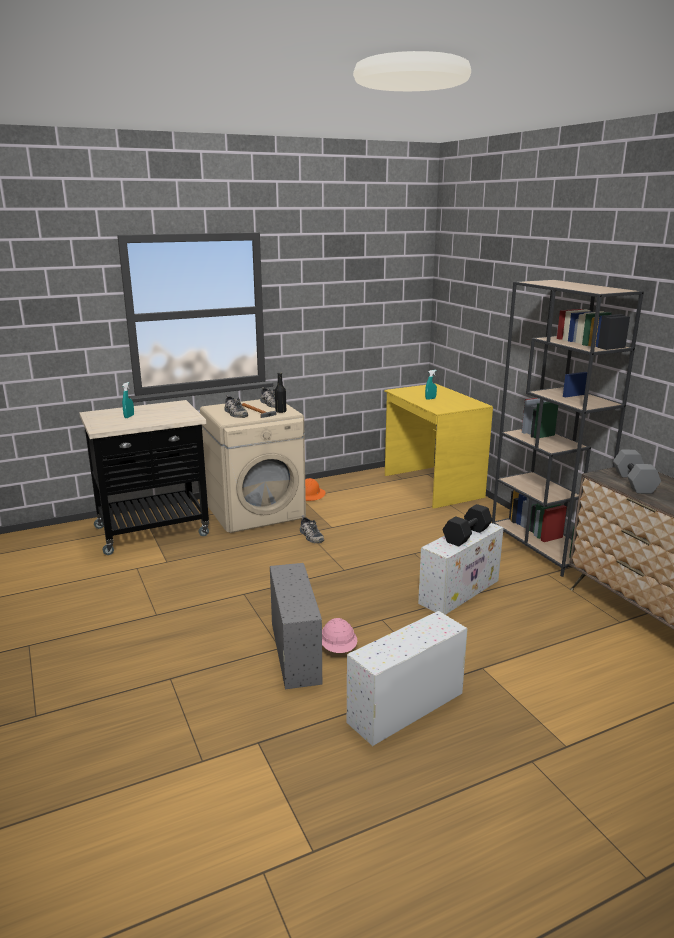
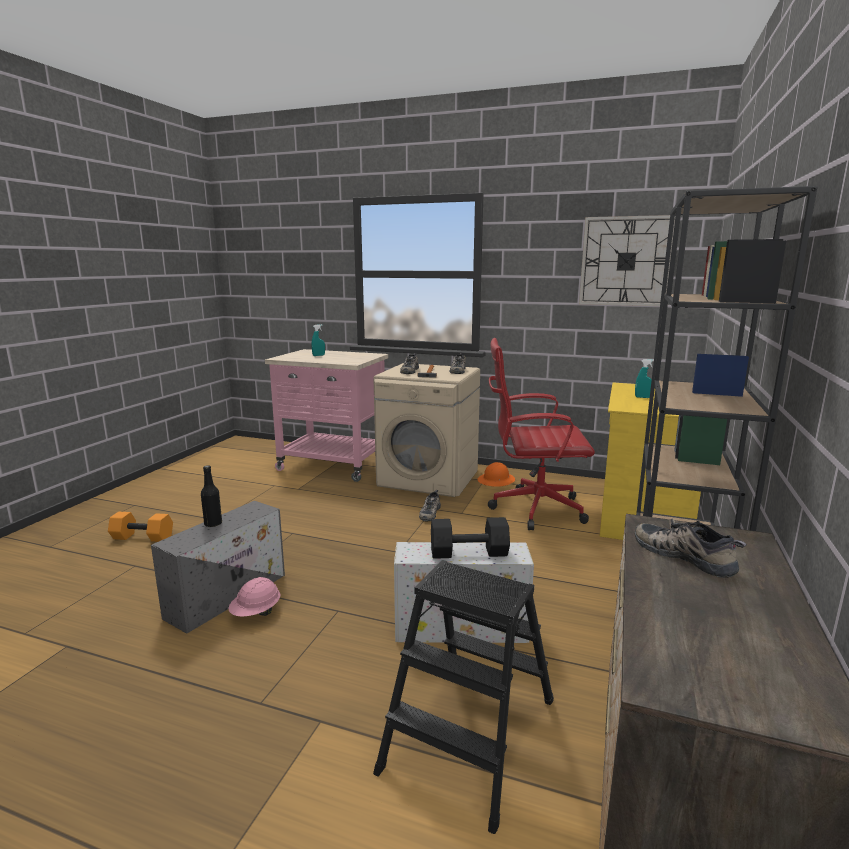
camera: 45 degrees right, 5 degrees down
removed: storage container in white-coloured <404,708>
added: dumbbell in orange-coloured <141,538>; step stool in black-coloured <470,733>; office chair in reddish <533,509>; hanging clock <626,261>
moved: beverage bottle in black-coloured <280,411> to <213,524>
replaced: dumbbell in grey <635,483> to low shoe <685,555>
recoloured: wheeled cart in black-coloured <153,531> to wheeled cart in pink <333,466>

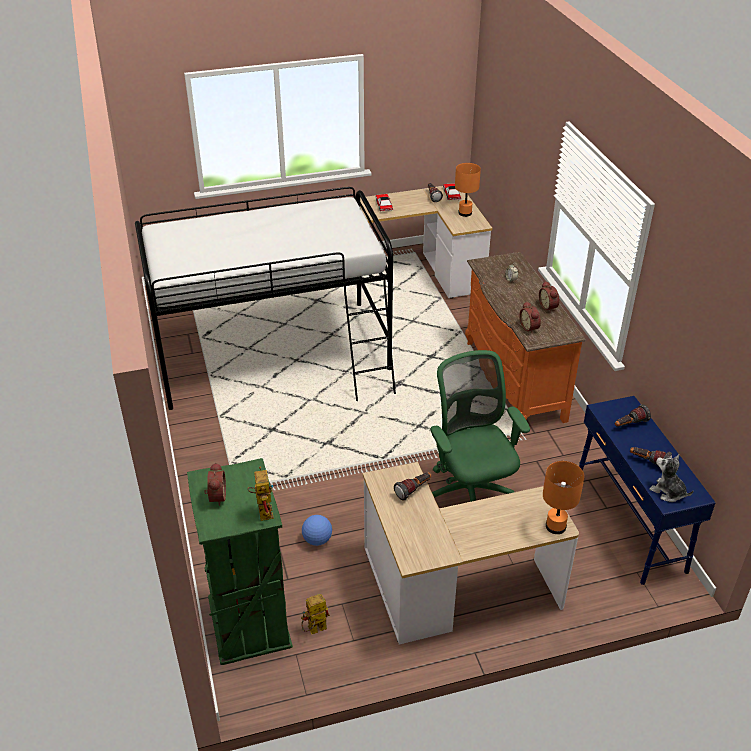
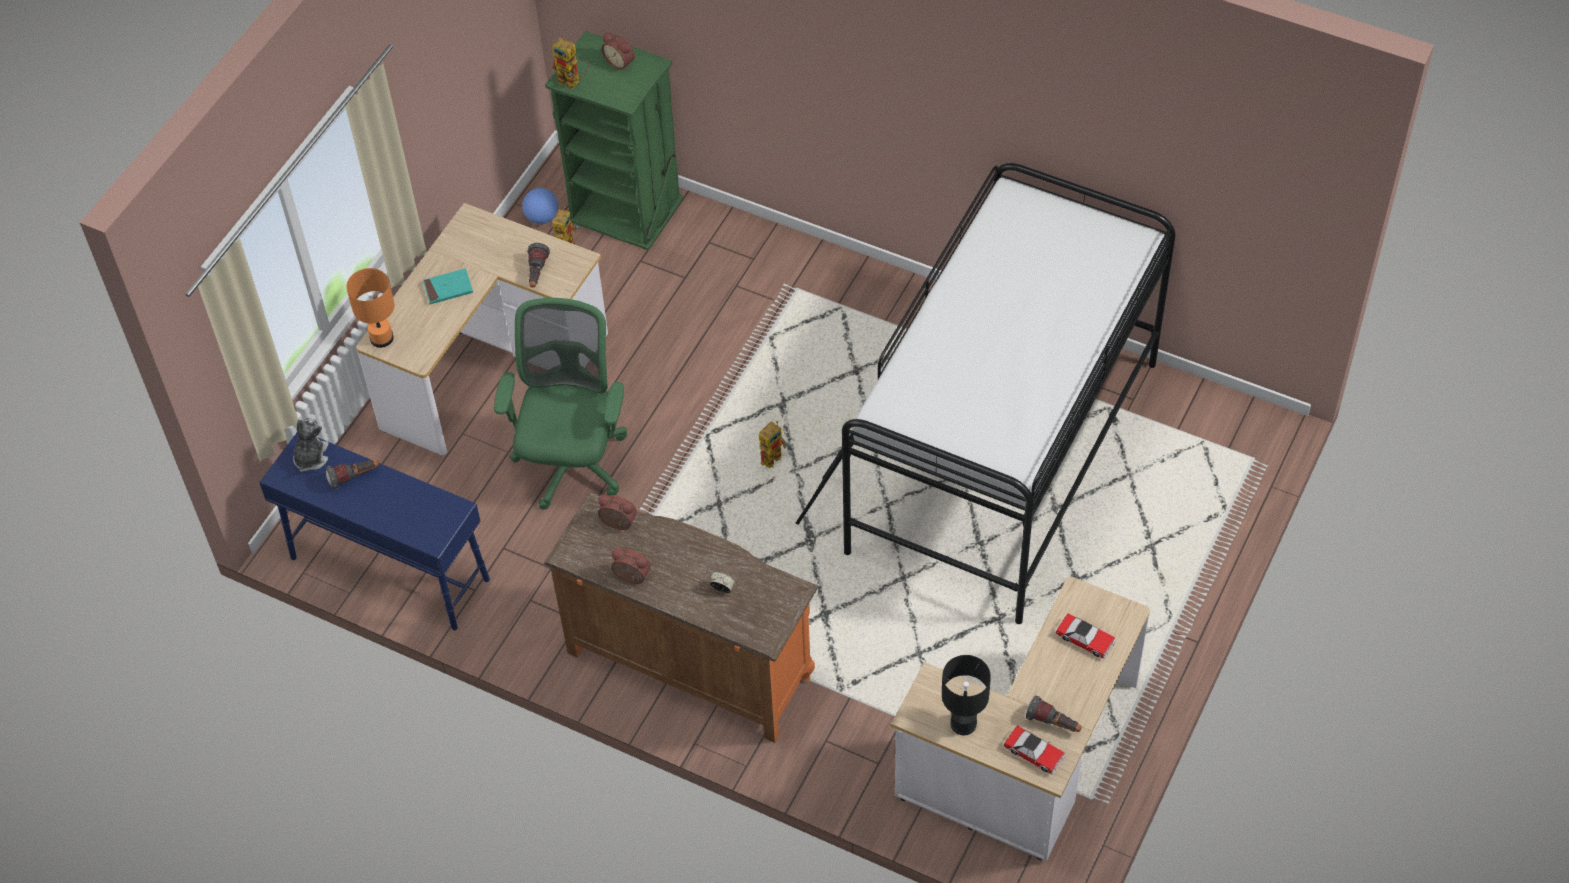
camera: 135 degrees right, 15 degrees up
removed: hand torch <629,424>
added: book in blue-green <448,288>; robot figure <773,456>
moved: football <317,540> to <542,218>
recoloured: tabletop lamp in orange-coloured <465,213> to tabletop lamp in black-coloured <962,724>
turned: soft toy <668,492> = <311,457> 75 degrees counterclockwise; office chair in green <471,496> = <573,469> 105 degrees counterclockwise

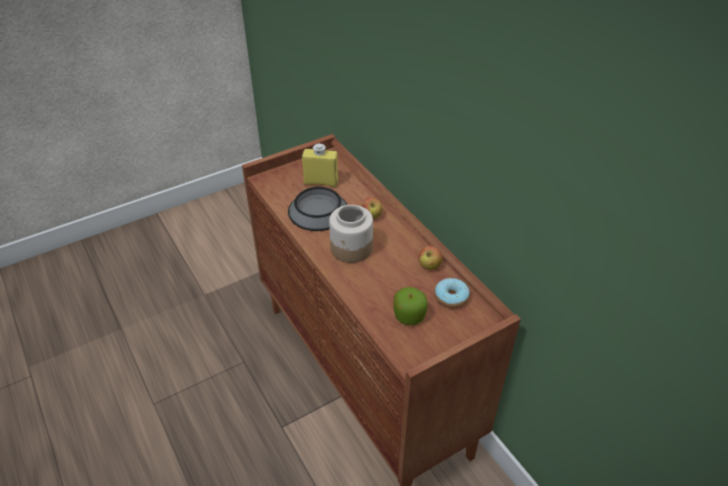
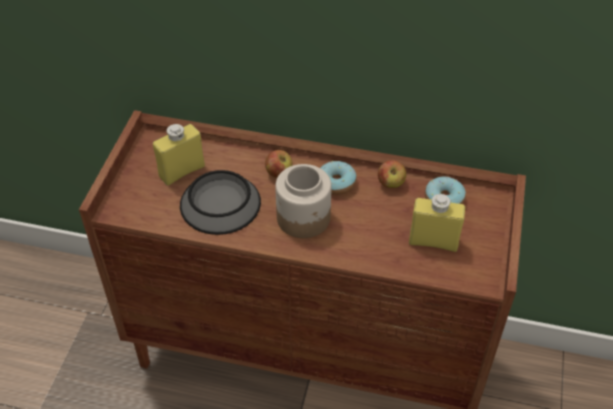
camera: 45 degrees left, 5 degrees up
added: doughnut <336,183>
replaced: whole apple <409,315> to beverage bottle in yellow-coloured <433,241>

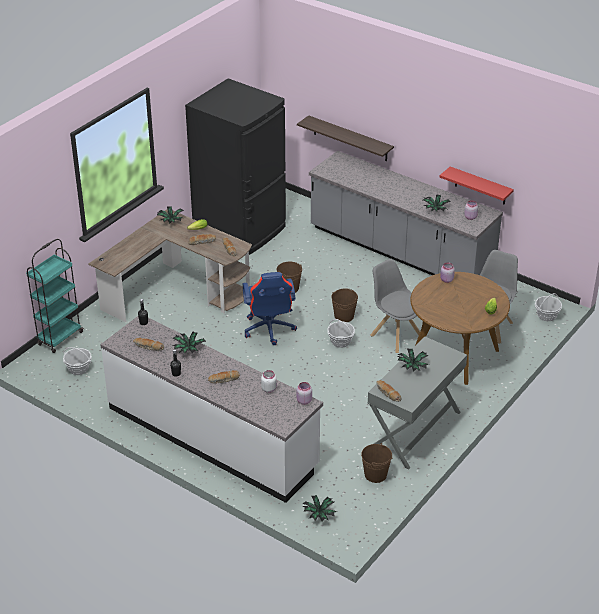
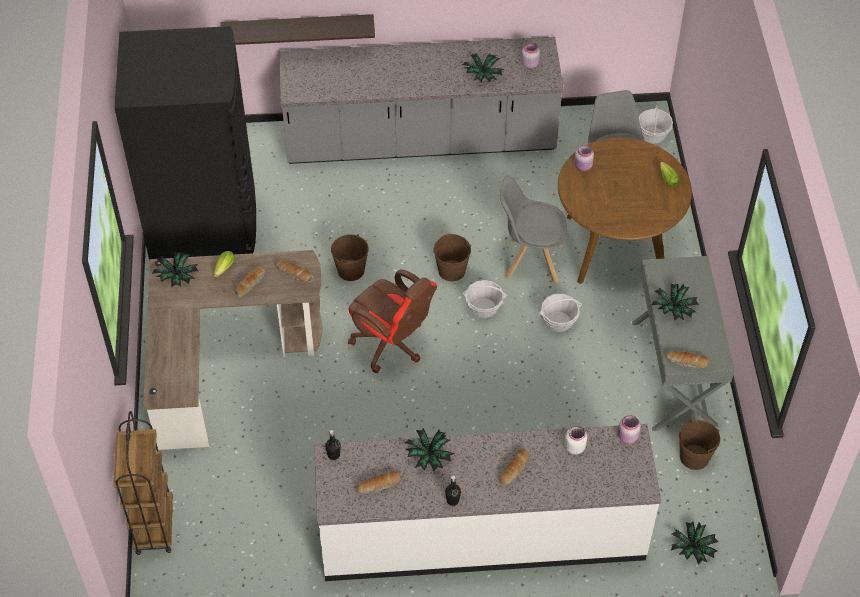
camera: 40 degrees left, 15 degrees up
removed: wall shelf in reddish <480,186>
moved: household basket <78,369> to <558,321>
recoloured: wheeled cart in blue-green <60,339> to wheeled cart in brown-coloured <154,527>; office chair in blue-coloured <269,332> to office chair in brown-coloured <392,347>

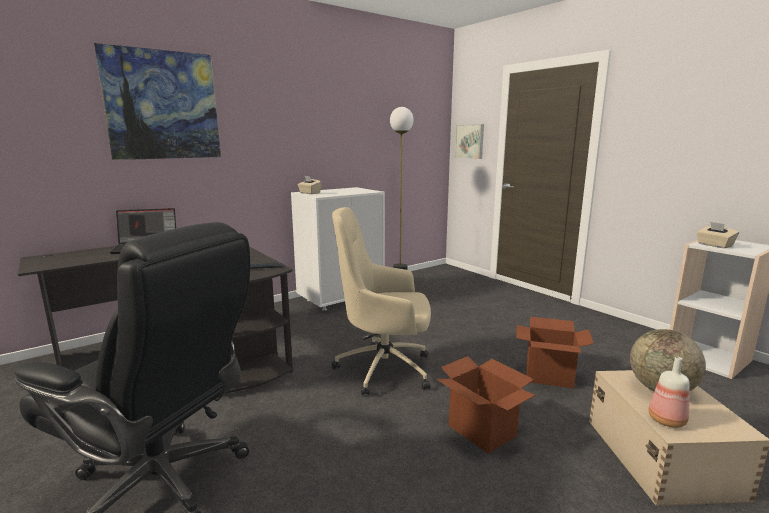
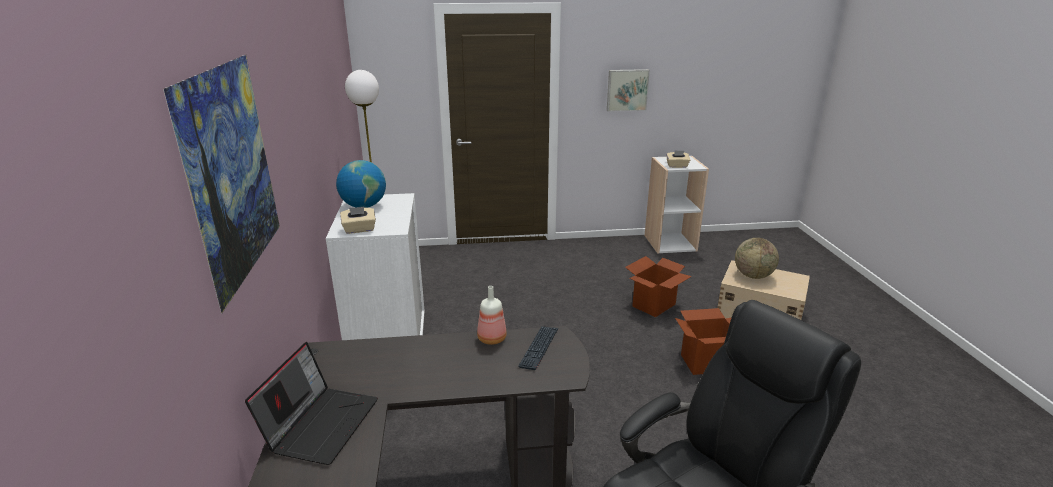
camera: 60 degrees left, 10 degrees up
removed: office chair in beige <384,370>
added: world globe <364,206>
moved: beverage bottle <666,419> to <491,338>; wall picture <470,141> to <627,90>

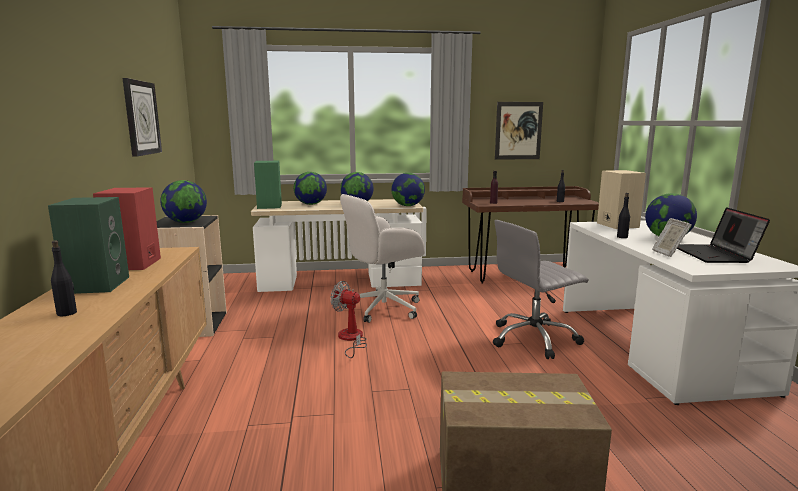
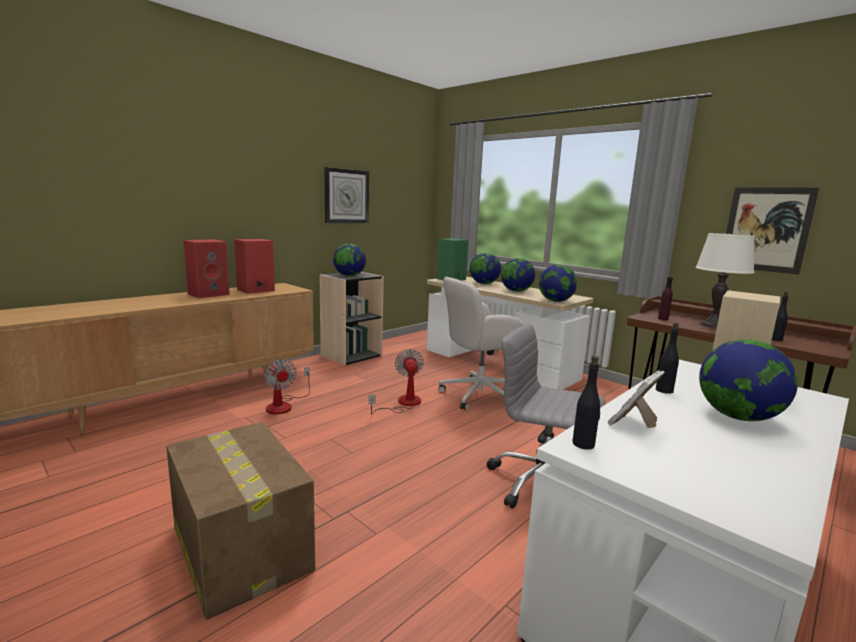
camera: 50 degrees right, 0 degrees up
removed: portable computer <715,255>
added: cooling fan <284,405>; tabletop lamp in white-coloured <713,325>
moved: beverage bottle in black-coloured <67,313> to <583,444>
recoloured: speaker in green <97,284> to speaker in reddish <209,294>
turned: office chair in white-coloured <384,308> = <479,395> 45 degrees counterclockwise

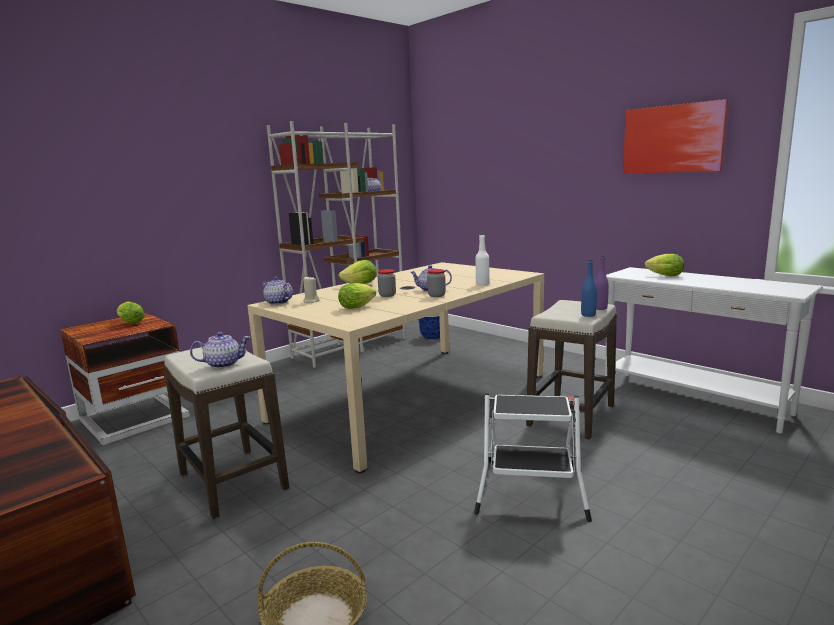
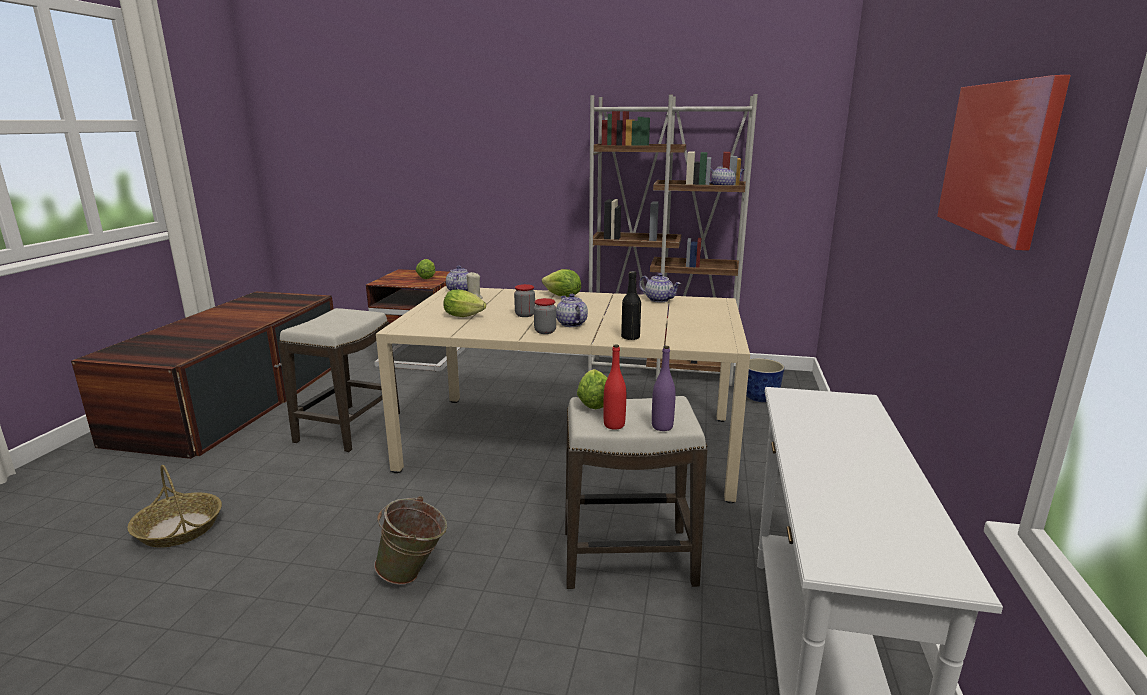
camera: 55 degrees right, 5 degrees up
moved: lettuce <663,276> to <593,402>; teapot <223,364> to <659,300>
replaced: step stool <530,489> to water bucket in green <414,575>
recoloured: beverage bottle in blue-coloured <588,315> to beverage bottle in reddish <614,425>; beverage bottle in white-coloured <482,284> to beverage bottle in black-coloured <630,337>

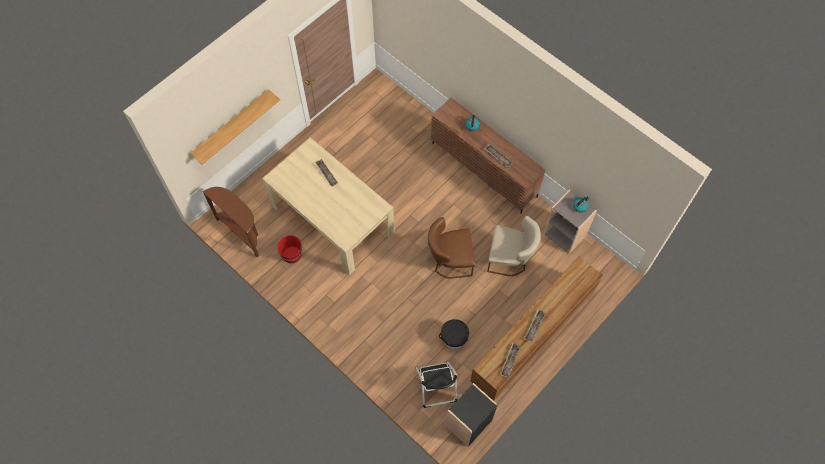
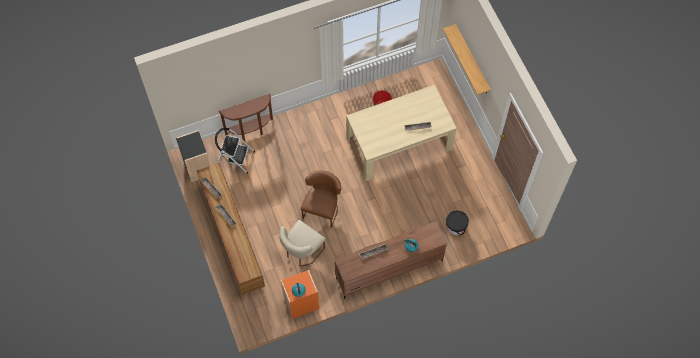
camera: 115 degrees right, 0 degrees up
moved: hall table in brown-coloured <242,233> to <251,131>; water bucket in black-coloured <454,339> to <455,227>
recoloured: bookshelf in grey <565,234> to bookshelf in orange-coloured <301,303>

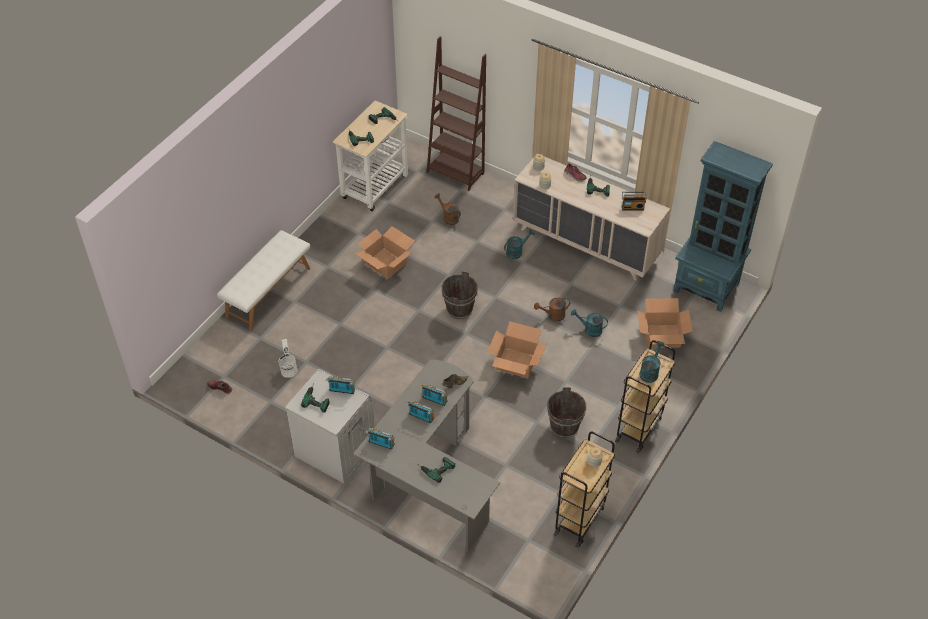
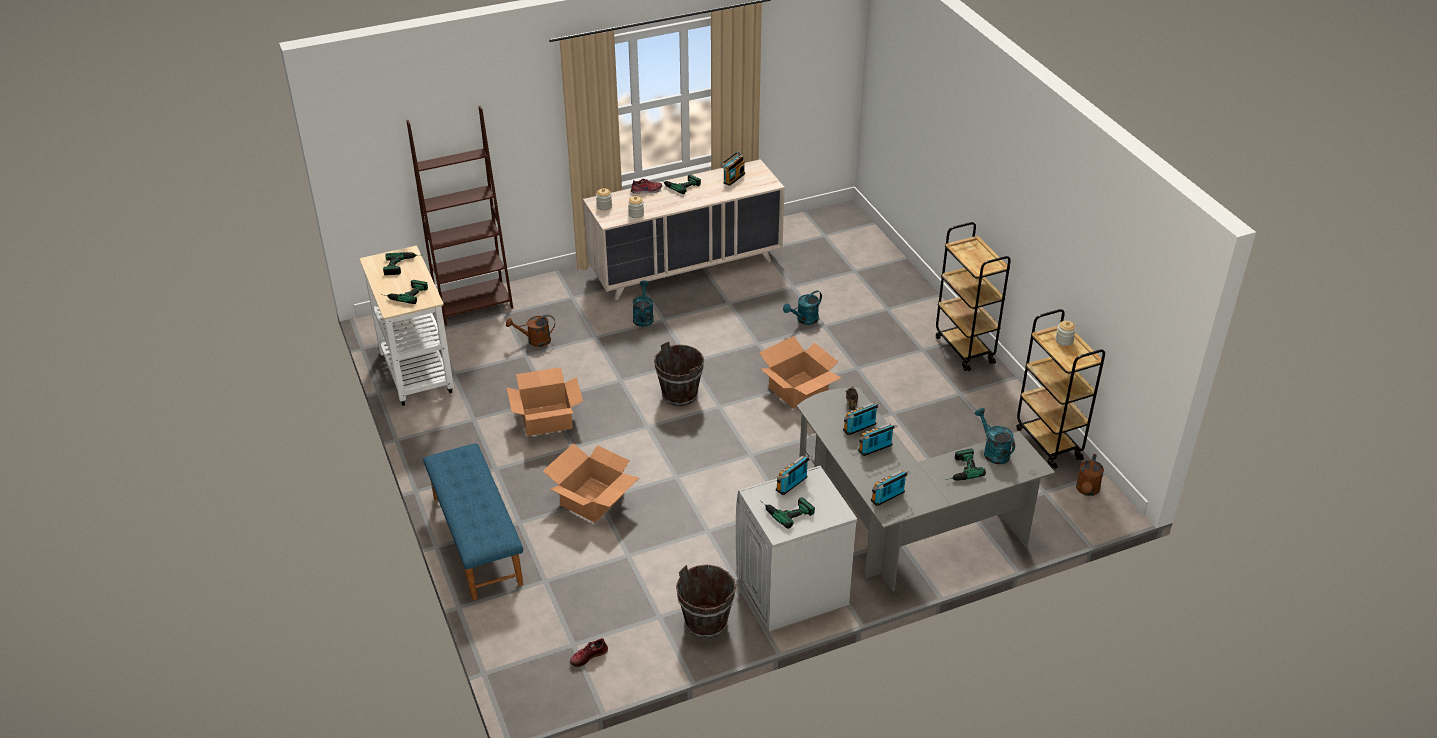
camera: 55 degrees left, 10 degrees down
removed: water bucket in white-coloured <288,368>; cabinet in blue-coloured <706,288>
moved: packing box <662,336> to <593,500>; water bucket in brown-coloured <564,427> to <706,623>; sprinkling can in blue-green <650,371> to <993,451>; sprinkling can in brown-coloured <553,316> to <1087,490>
recoloured: bench in white-coloured <268,292> to bench in blue-coloured <476,540>

